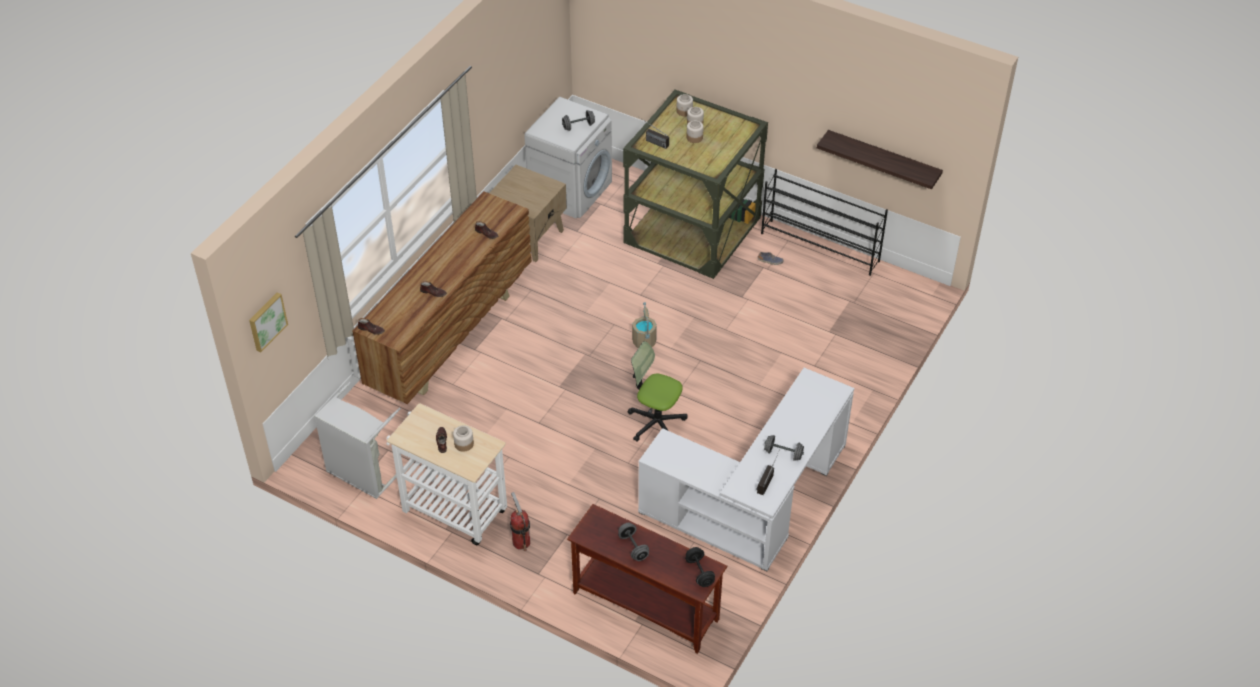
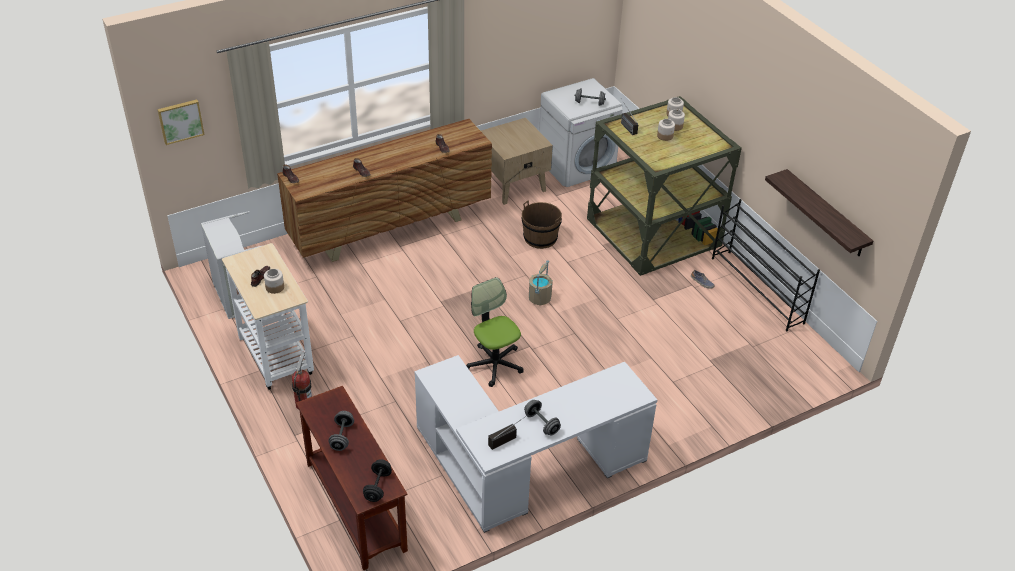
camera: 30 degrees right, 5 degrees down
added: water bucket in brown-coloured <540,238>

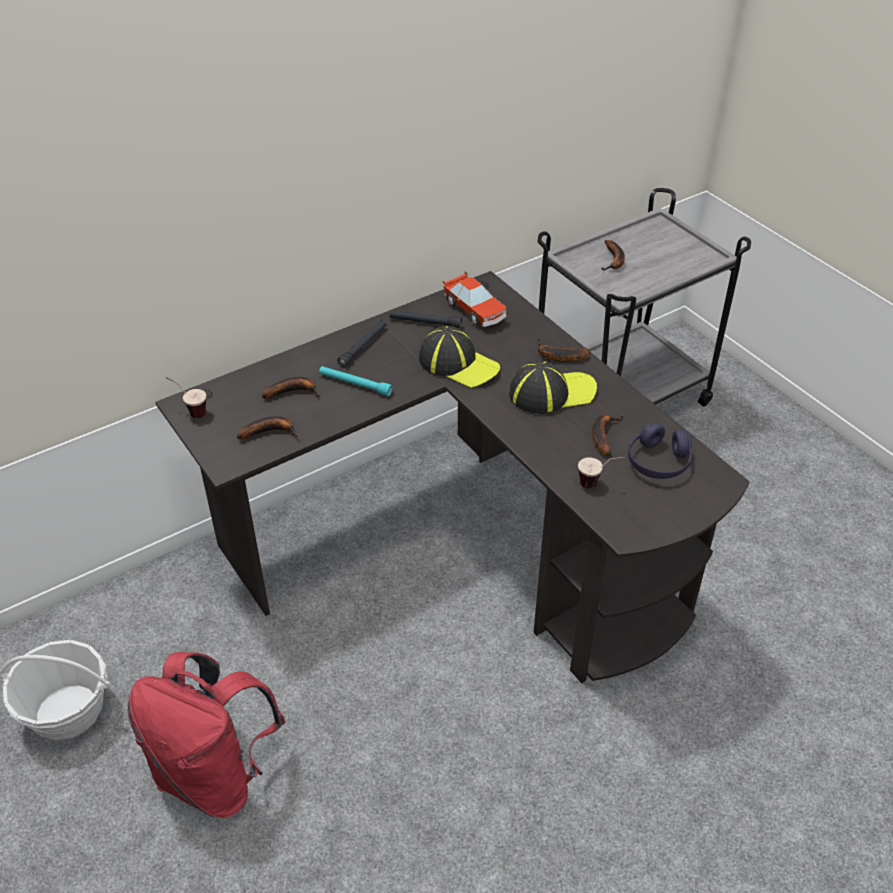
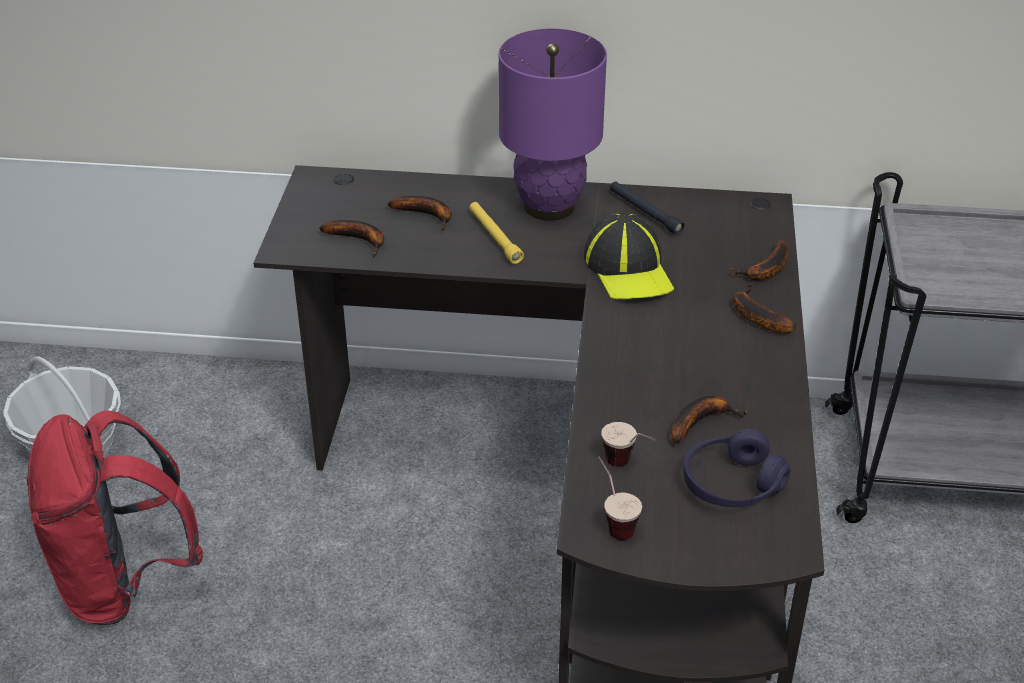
camera: 40 degrees right, 5 degrees down
removed: toy car <474,310>; baseball cap <551,392>
moved: cup <190,411> to <613,522>; banana fruit <614,260> to <766,269>
replaced: hand torch in black-coloured <363,346> to tabletop lamp in purple <549,206>
recoloured: hand torch in blue-green <355,384> to hand torch in yellow-coloured <494,237>

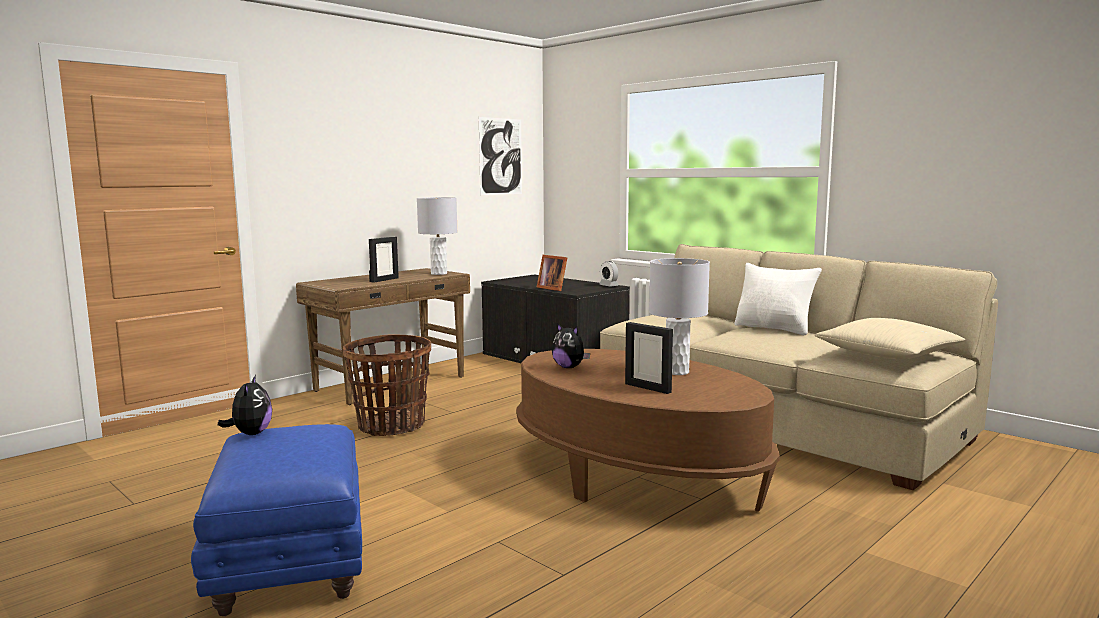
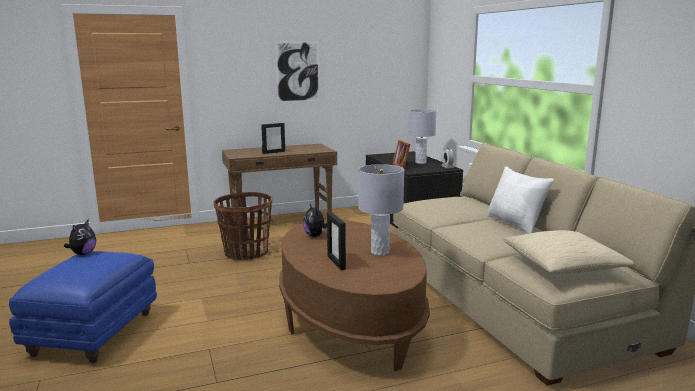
camera: 25 degrees right, 5 degrees up
moved: wall picture <500,156> to <297,71>; tabletop lamp in grey <439,273> to <420,162>

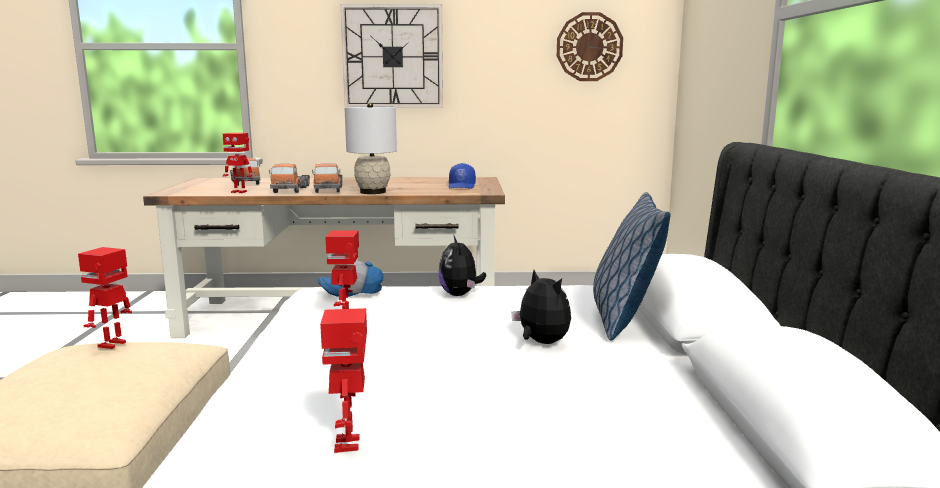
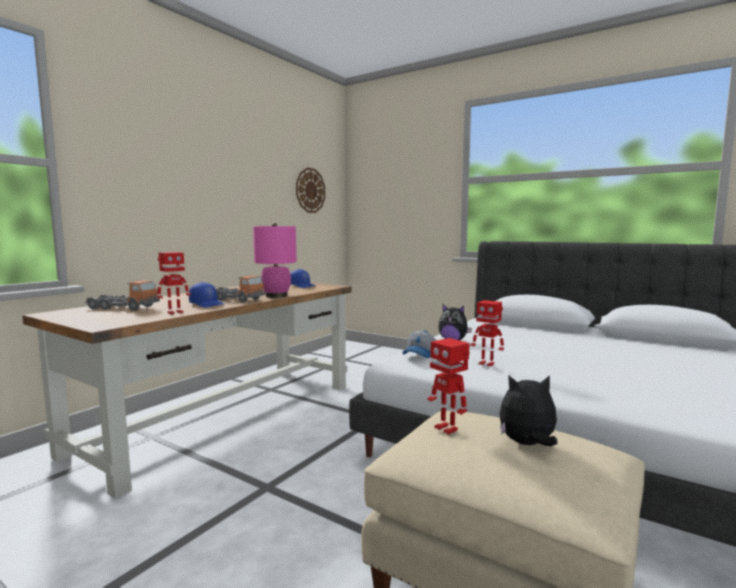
camera: 55 degrees left, 5 degrees down
removed: robot figure <349,444>; hanging clock <393,57>; cushion <624,319>
moved: soft toy <541,342> to <527,444>
replaced: toy truck <291,190> to baseball cap in blue-coloured <207,304>
recoloured: tabletop lamp in white-coloured <373,192> to tabletop lamp in pink <276,296>

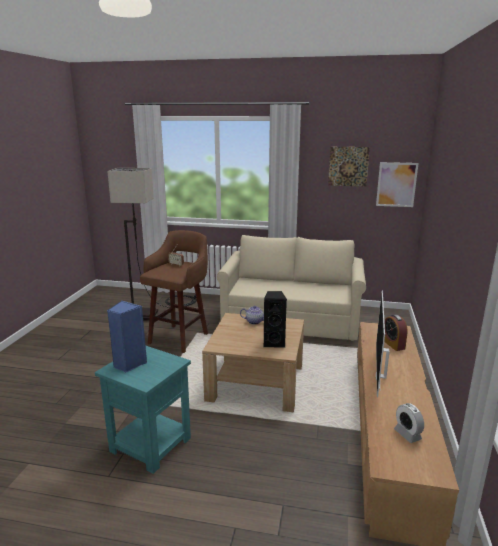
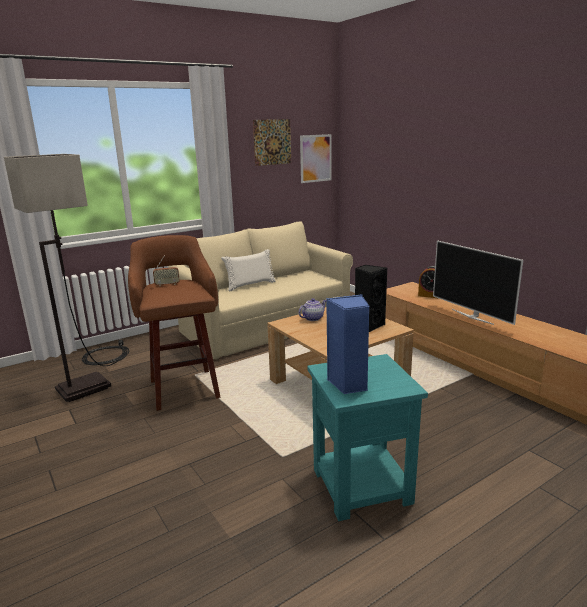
camera: 45 degrees left, 0 degrees up
removed: bedside clock <407,434>
added: cushion in white-coloured <250,285>

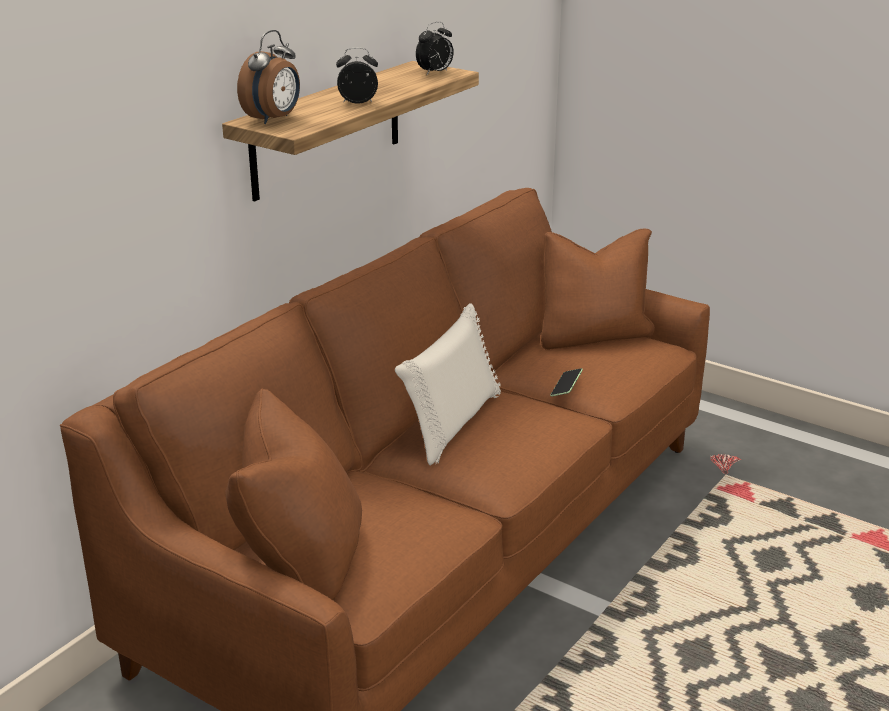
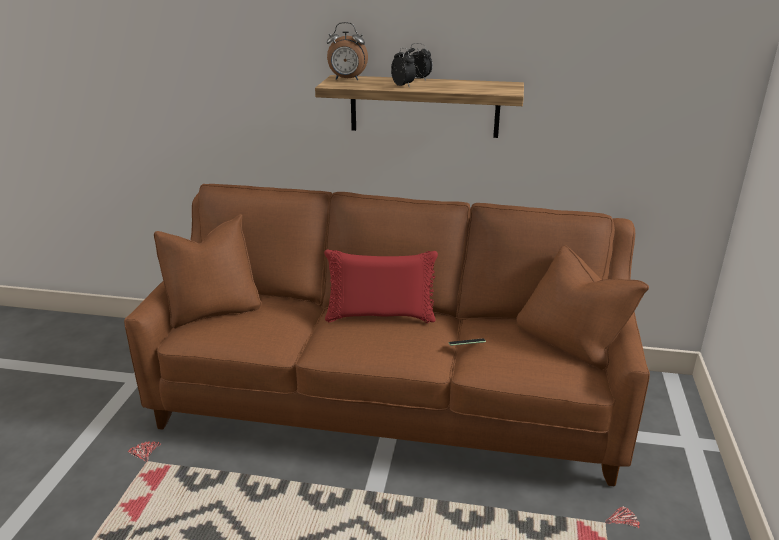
camera: 65 degrees right, 0 degrees up
moved: bedside clock <435,73> to <417,80>
recoloured: cushion in white-coloured <451,424> to cushion in reddish <380,316>

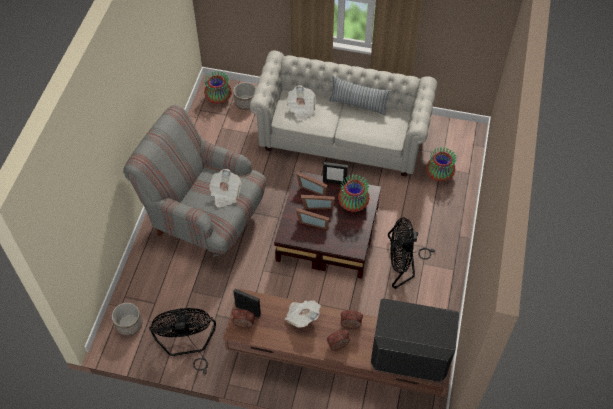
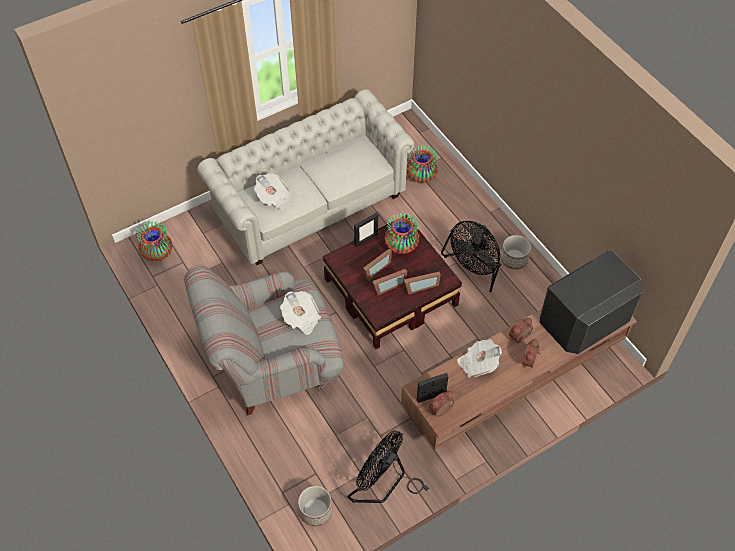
camera: 45 degrees left, 0 degrees up
removed: cushion <358,105>
moved: standing frame <313,188> to <420,286>; planter <246,102> to <514,259>

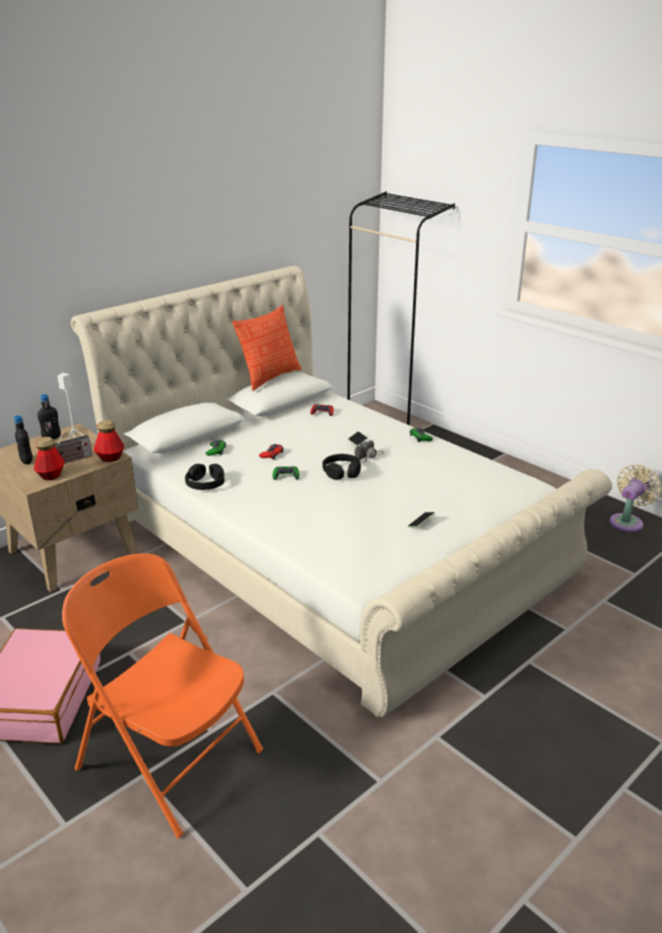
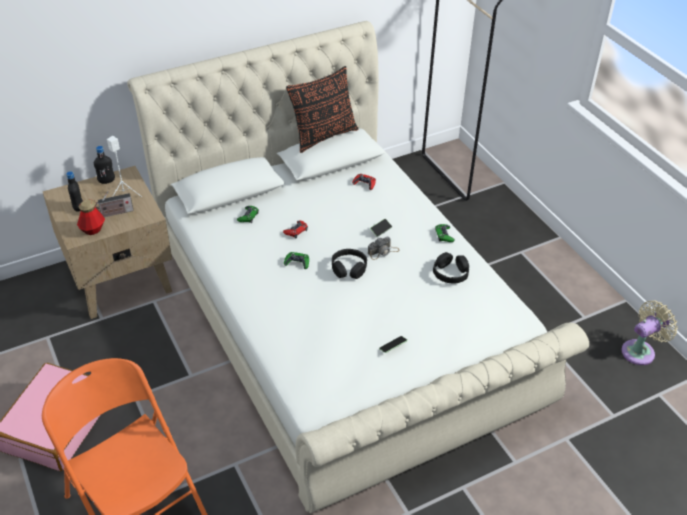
camera: 15 degrees right, 15 degrees up
removed: beverage bottle <110,458>
moved: pair of headphones in black-coloured <205,483> to <450,273>
recoloured: cushion in orange-coloured <270,378> to cushion in black-coloured <324,136>

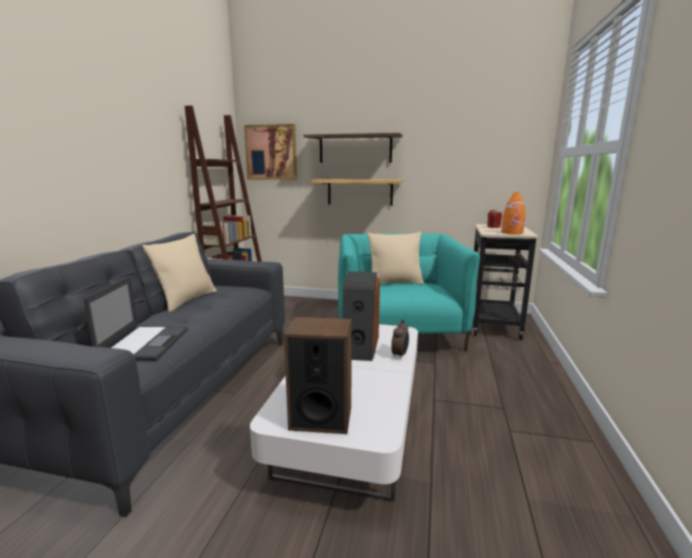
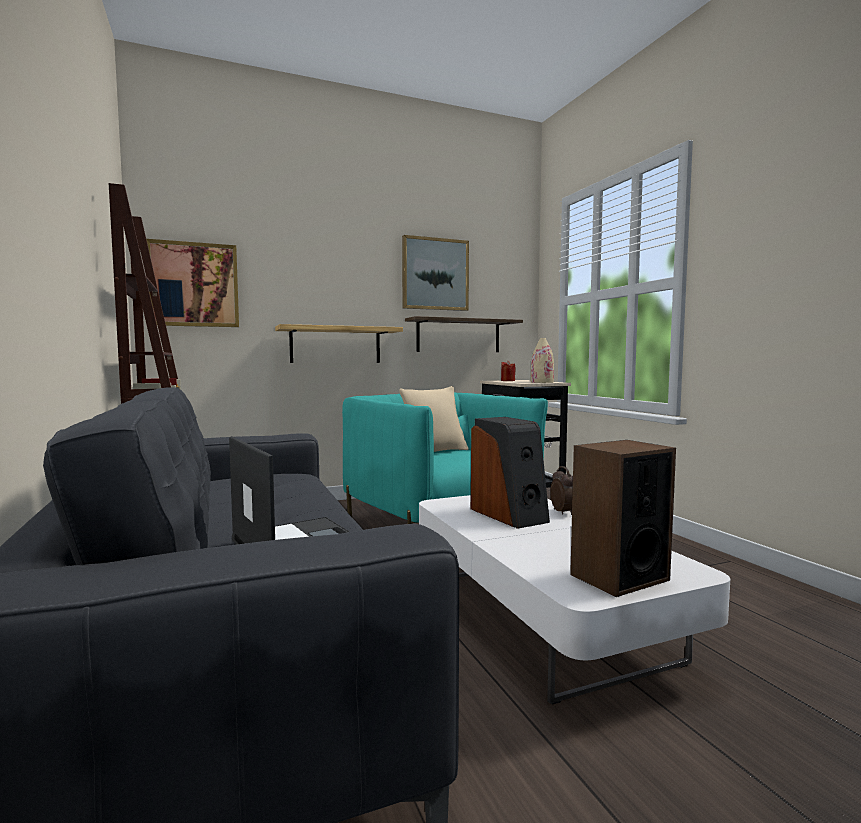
camera: 35 degrees left, 10 degrees down
removed: cushion in beige <187,300>
added: wall picture <435,274>
moved: wall shelf <355,149> to <458,336>
recoloured: flower vase in orange-coloured <512,232> to flower vase in beige <542,382>

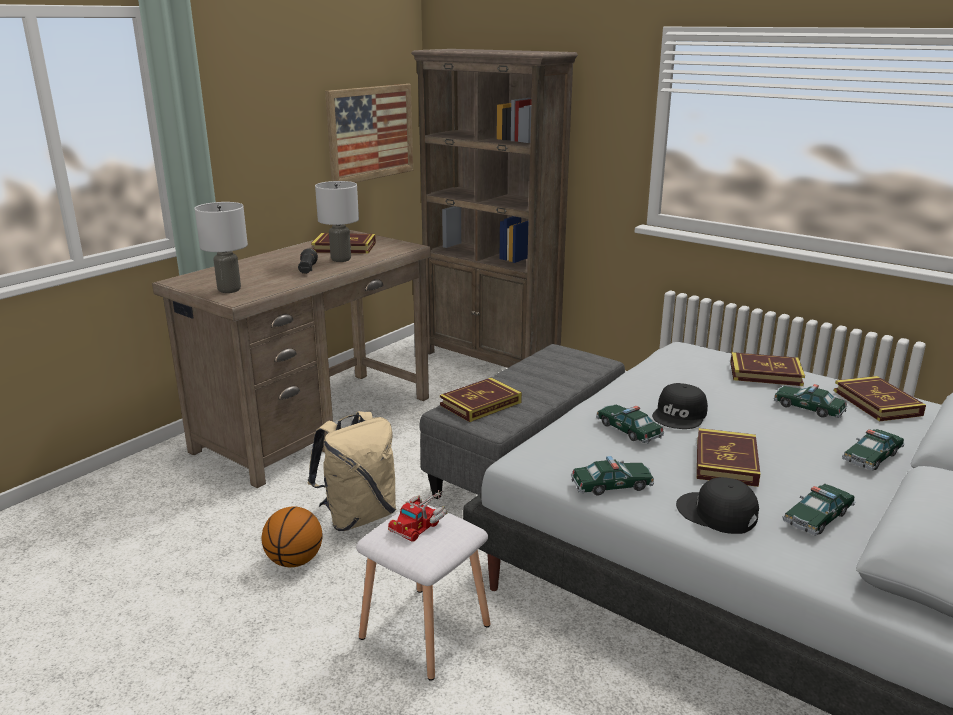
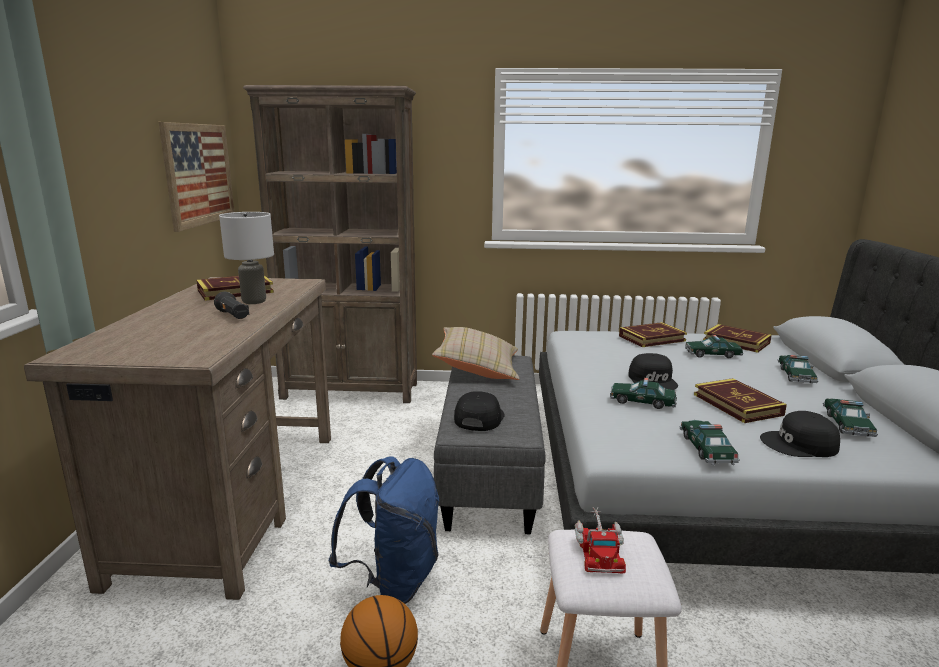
camera: 35 degrees left, 5 degrees down
removed: tabletop lamp in white-coloured <230,290>
added: cushion in beige <477,369>
replaced: book <480,404> to baseball cap in black-coloured <478,417>
recoloured: backpack in beige <358,516> to backpack in blue-coloured <394,581>
turned: toy car <612,485> = <706,449> 45 degrees counterclockwise

